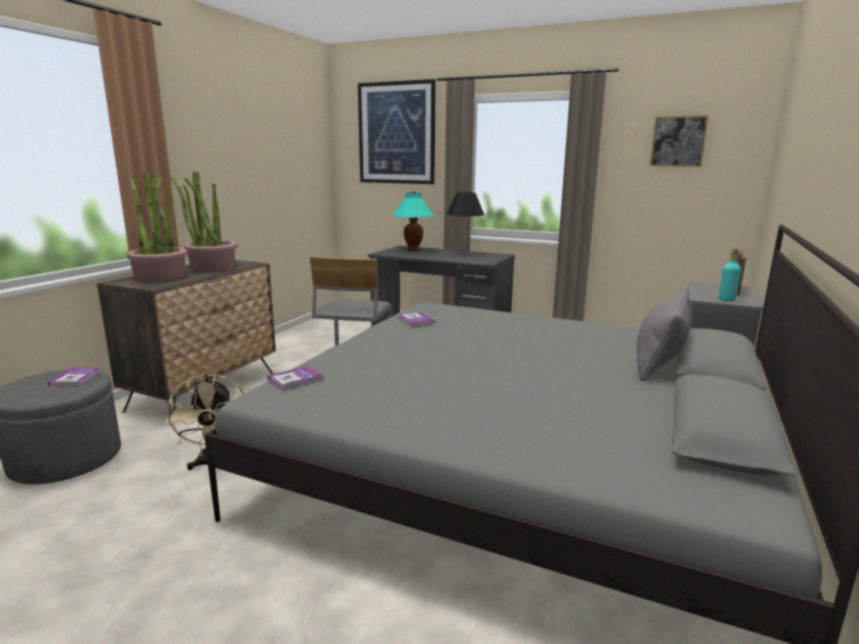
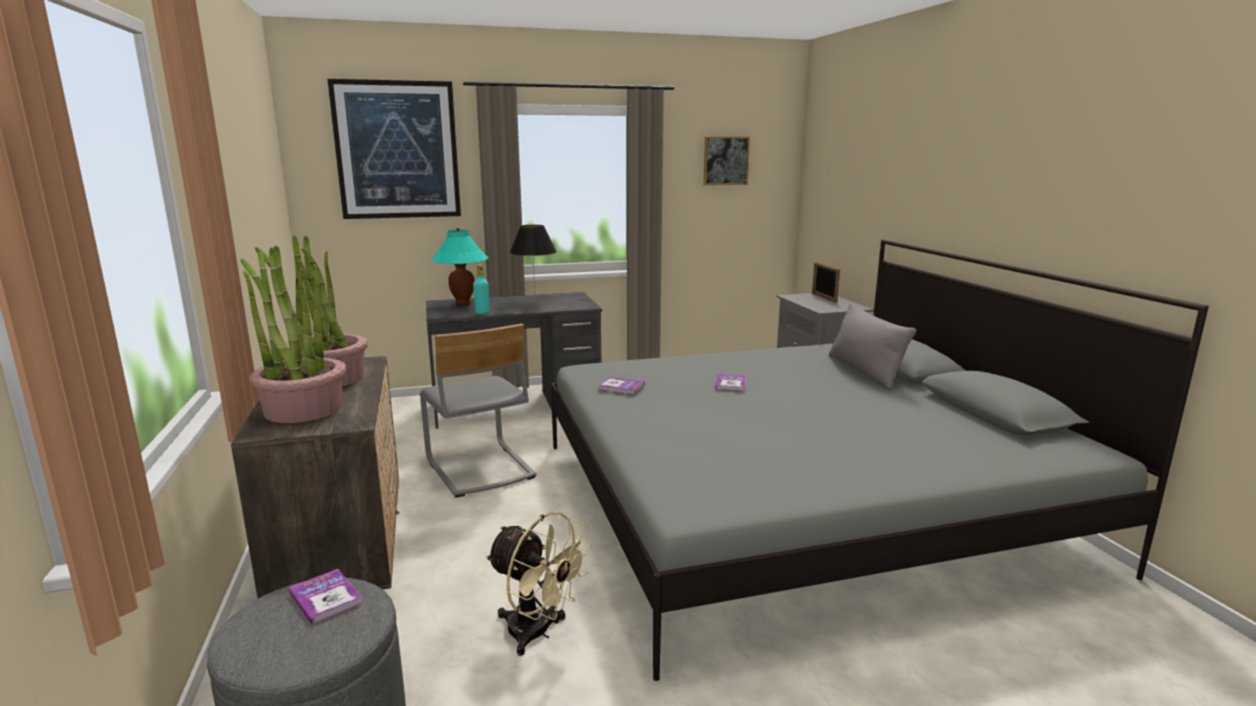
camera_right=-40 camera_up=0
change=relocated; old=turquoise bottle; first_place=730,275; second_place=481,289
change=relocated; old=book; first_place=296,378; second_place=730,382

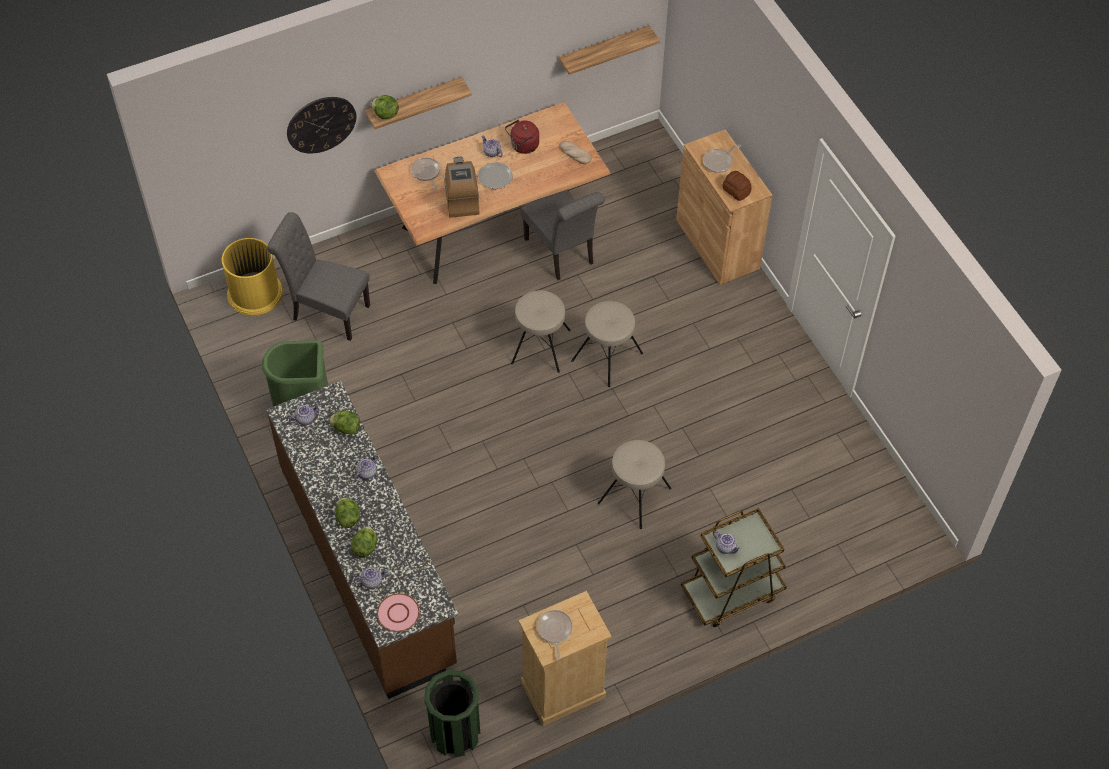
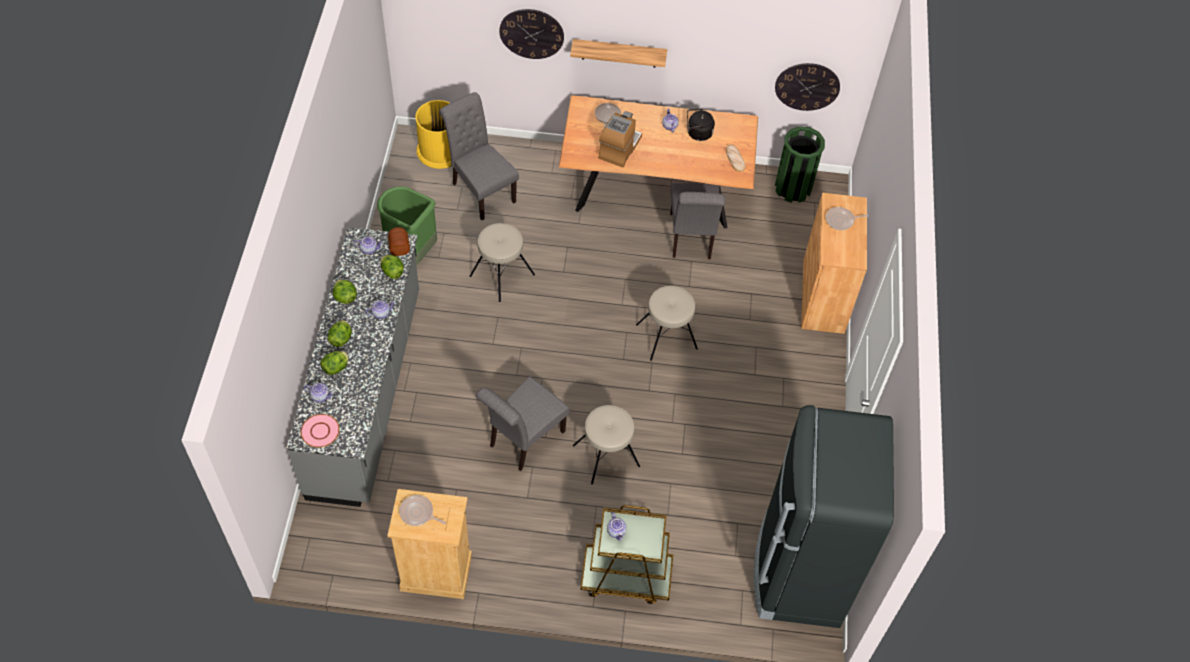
camera_right=30 camera_up=0
change=colour; old=brown counter; new=grey counter; first_place=362,540; second_place=352,367
change=relocated; old=lettuce; first_place=385,107; second_place=345,292
change=relocated; old=bread; first_place=737,186; second_place=399,241
change=spun; old=frying pan; first_place=555,634; second_place=422,510; degrees=-90
change=relocated; old=beige stool; first_place=541,331; second_place=502,262
change=appeared; new=grey chair; second_place=523,423
change=colour; old=red kettle; new=black kettle; first_place=522,136; second_place=701,124
change=appeared; new=black fridge; second_place=824,516
change=exchanged; old=shelf; new=wall clock; first_place=609,50; second_place=807,87
change=relocated; old=green trash can; first_place=452,713; second_place=800,164
change=missing; old=plate; first_place=495,175

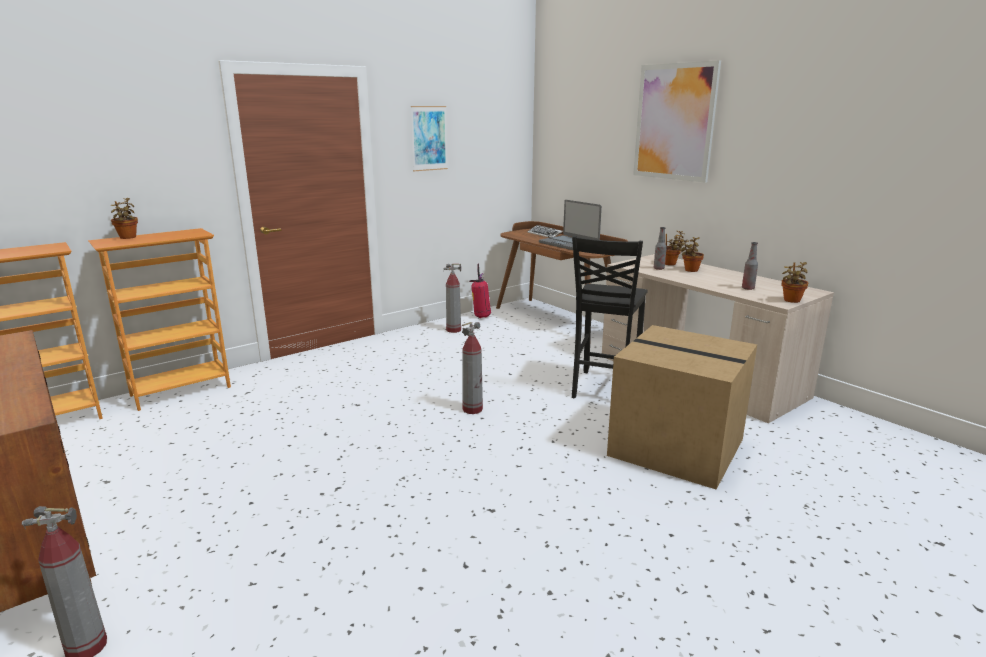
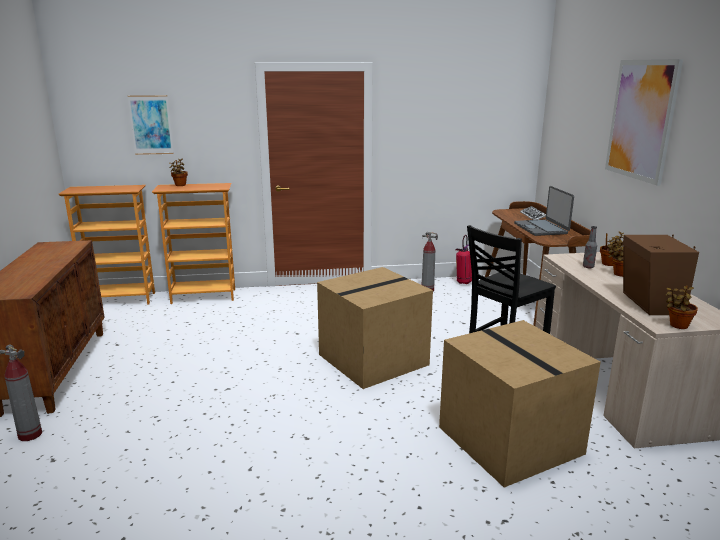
camera_right=30 camera_up=0
change=relocated; old=picture; first_place=429,138; second_place=151,125
change=exchanged; old=fire extinguisher; new=cardboard box; first_place=472,368; second_place=375,328
change=exchanged; old=bottle; new=brown speaker; first_place=750,266; second_place=661,274

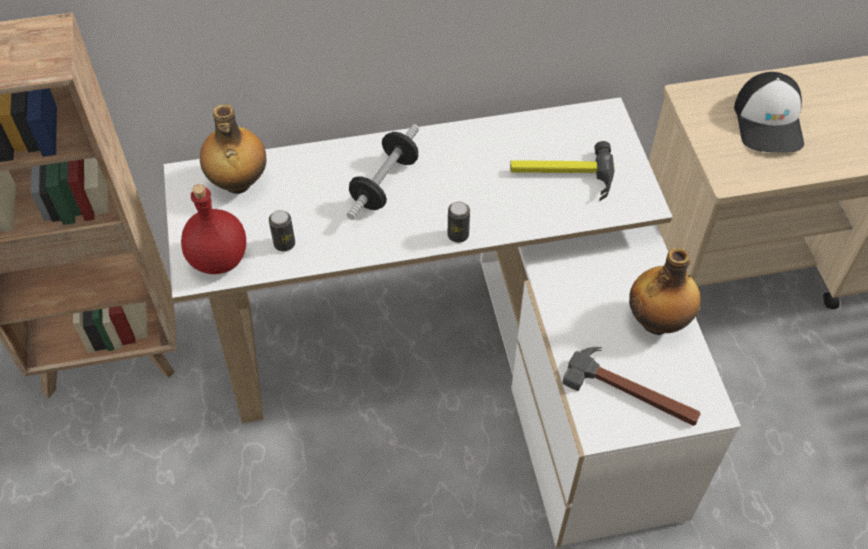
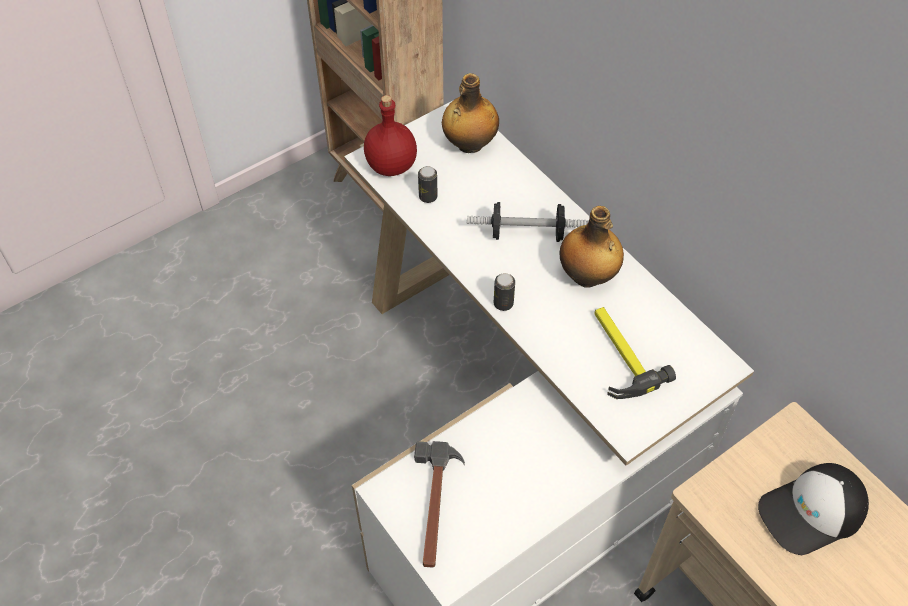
camera_right=65 camera_up=0
change=relocated; old=bottle; first_place=664,291; second_place=592,246

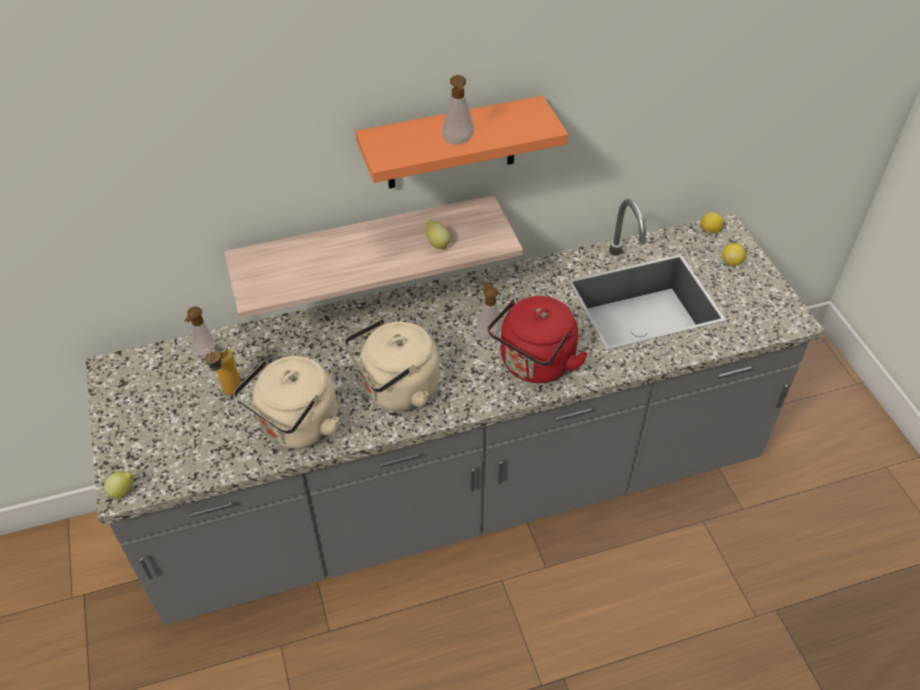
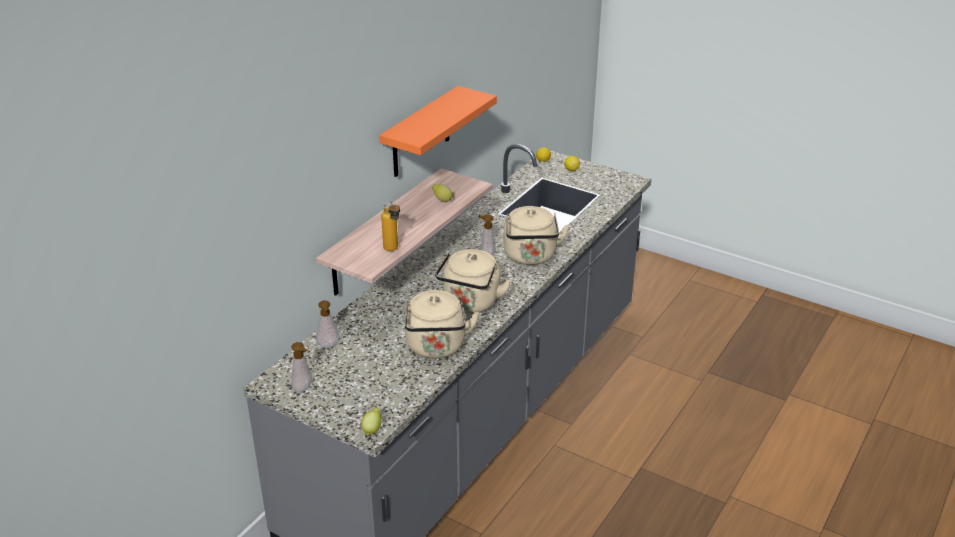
camera_right=-40 camera_up=-15
change=relocated; old=soap dispenser; first_place=458,110; second_place=301,367
change=relocated; old=bottle; first_place=223,368; second_place=390,226
change=colour; old=red kettle; new=beige kettle; first_place=538,339; second_place=536,235

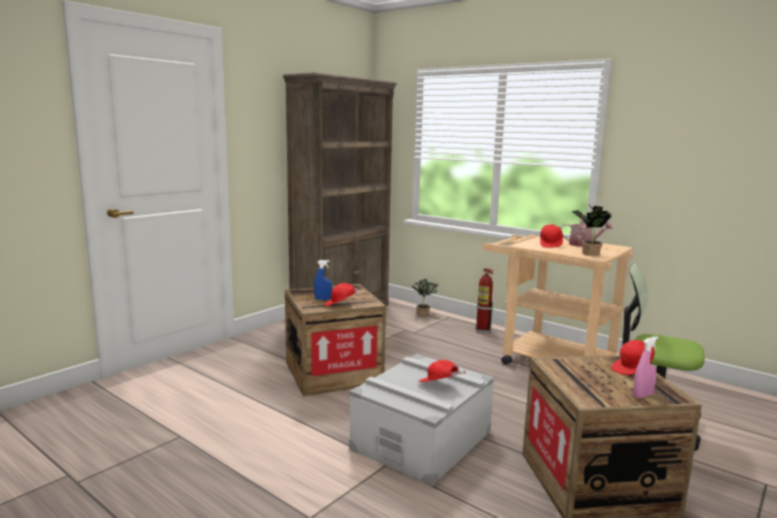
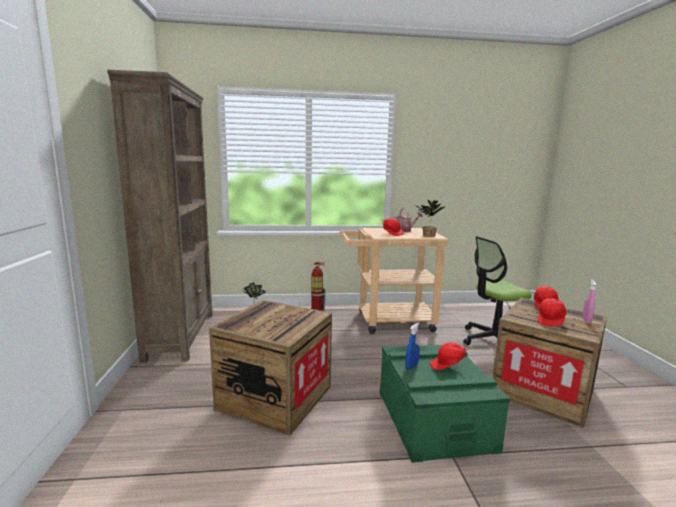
camera_right=-45 camera_up=0
change=colour; old=grey storage box; new=green storage box; first_place=421,420; second_place=445,404
change=relocated; old=blue spray bottle; first_place=323,280; second_place=412,346
change=relocated; old=red cap; first_place=343,294; second_place=552,312

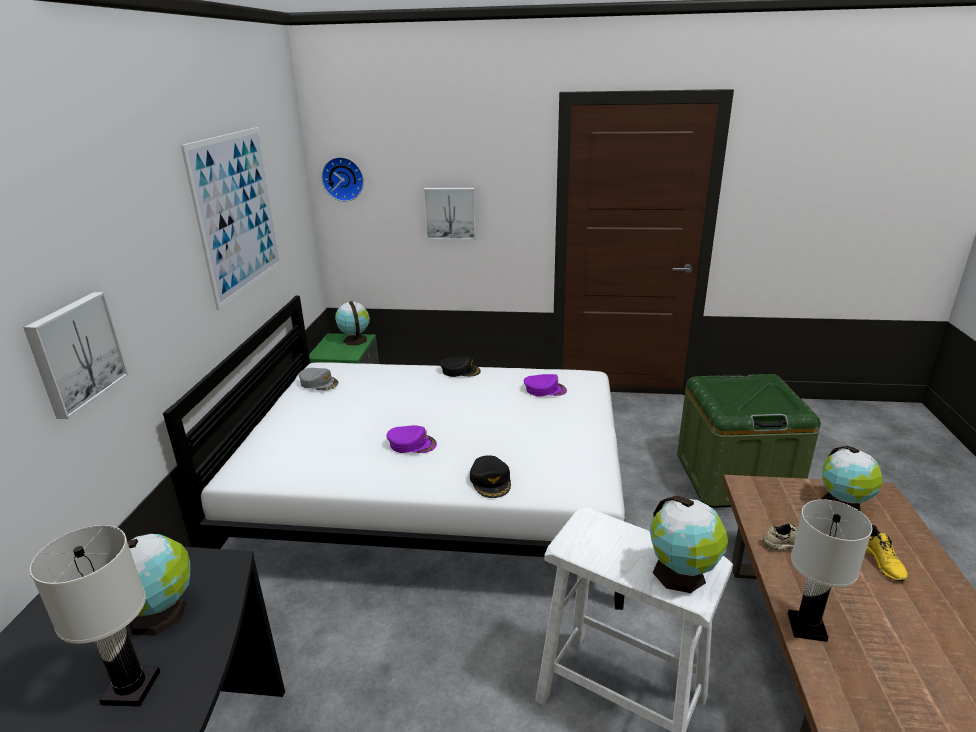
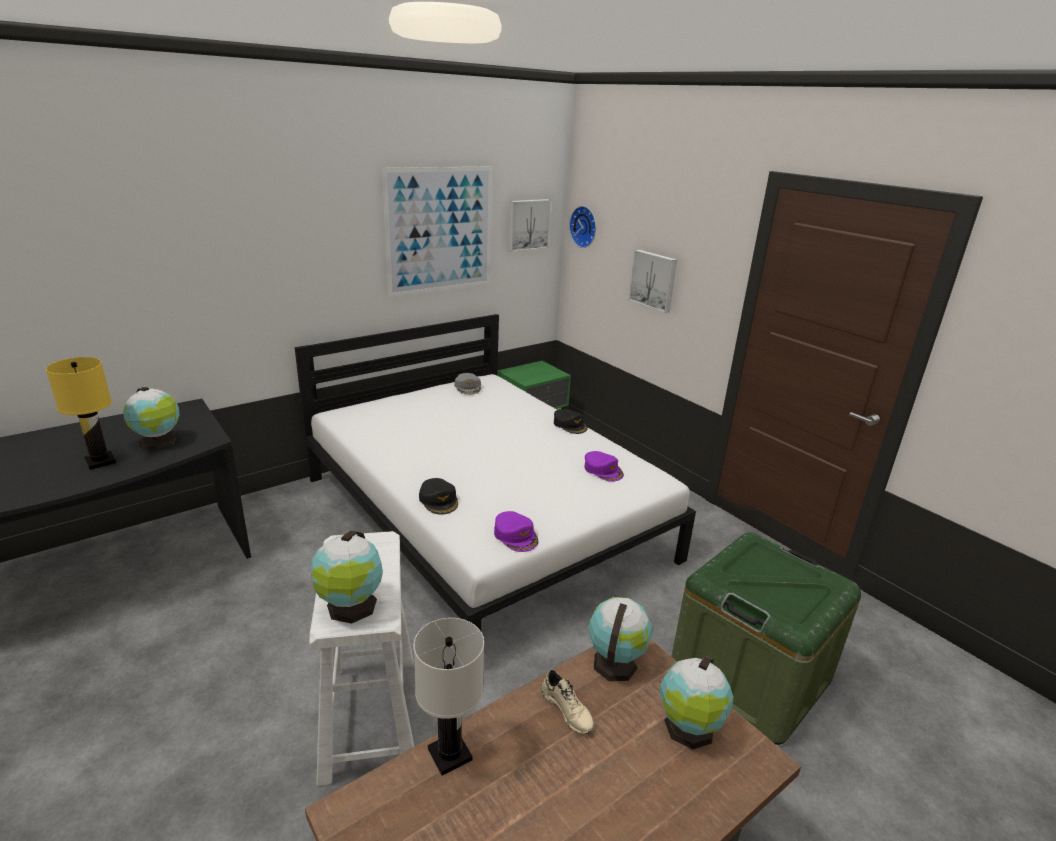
camera_right=45 camera_up=0
change=colour; old=white table lamp; new=yellow table lamp; first_place=95,615; second_place=81,413
change=spun; old=black cap; first_place=490,476; second_place=438,496; degrees=-60
change=relocated; old=purple cap; first_place=411,439; second_place=516,531
change=relocated; old=picture; first_place=75,355; second_place=530,225
change=relocated; old=globe; first_place=352,323; second_place=620,639
change=missing; old=yellow shoe; first_place=887,553

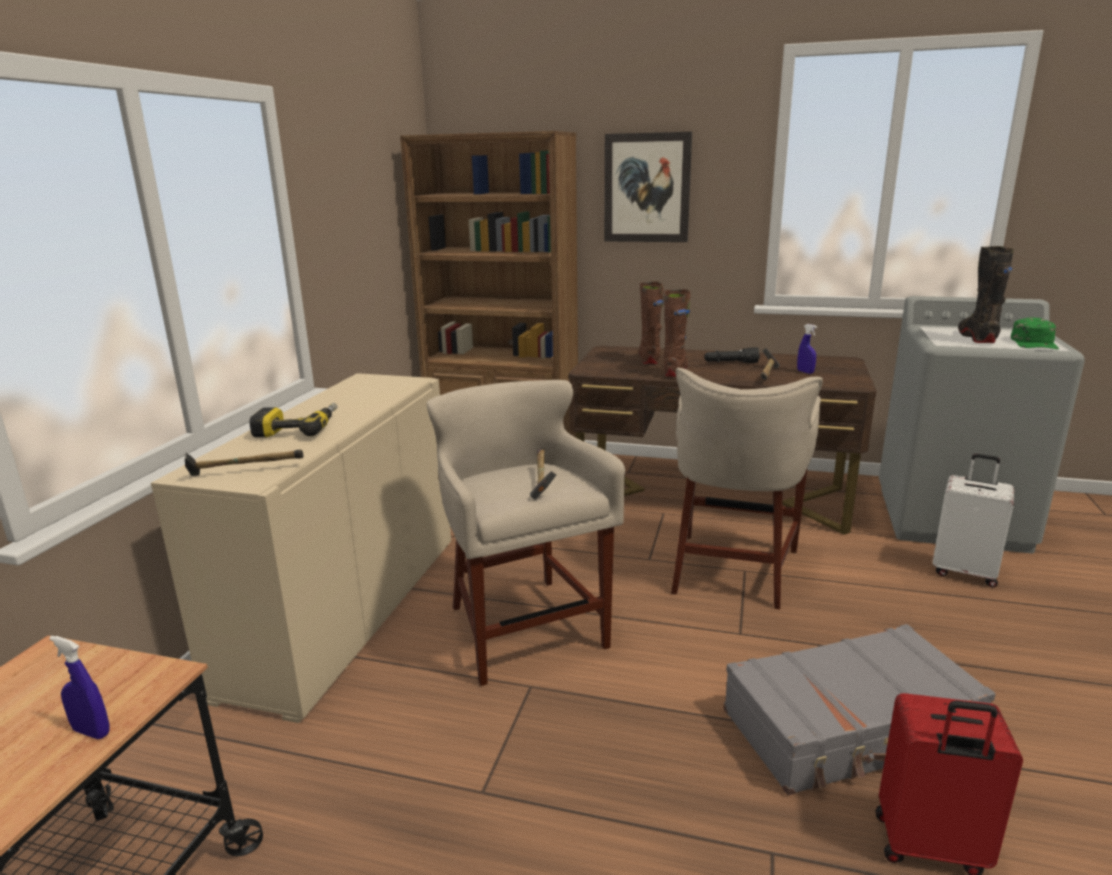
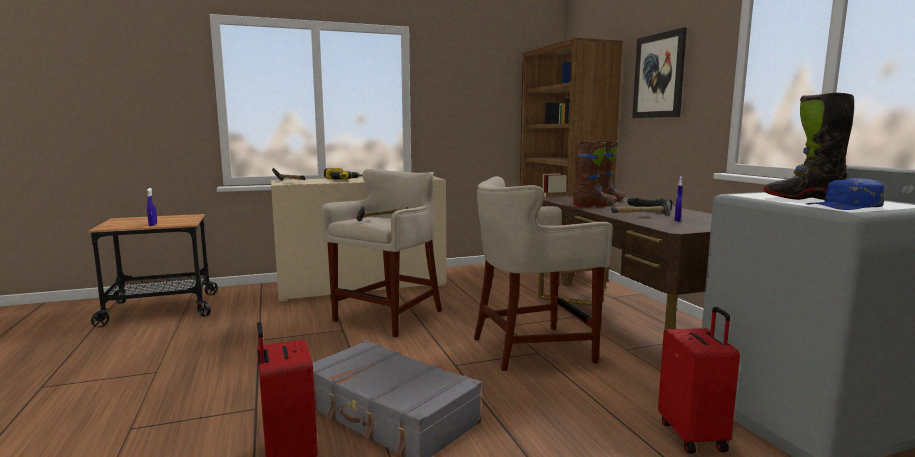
camera_right=55 camera_up=-10
change=colour; old=white suitcase; new=red suitcase; first_place=973,521; second_place=699,380
change=spun; old=black boot; first_place=986,294; second_place=809,146; degrees=-150
change=colour; old=green cap; new=blue cap; first_place=1035,333; second_place=845,194

